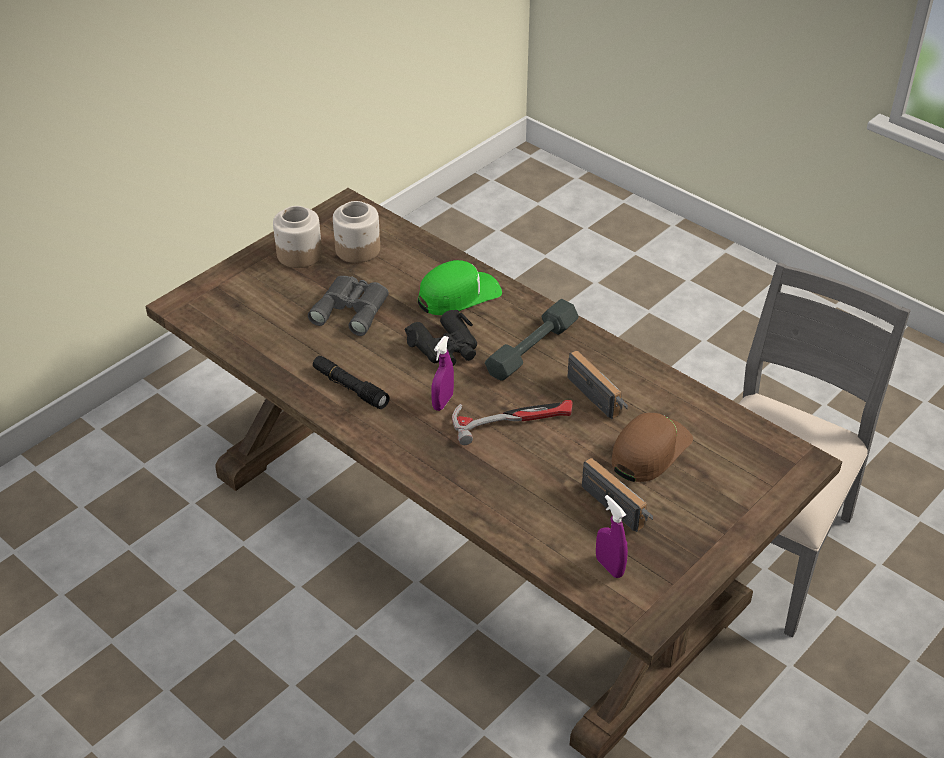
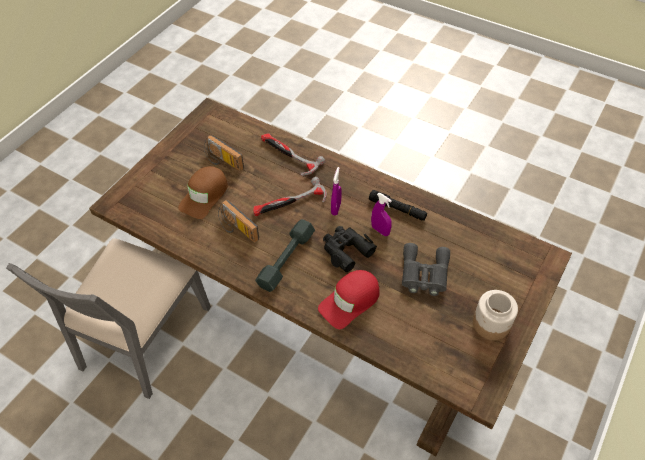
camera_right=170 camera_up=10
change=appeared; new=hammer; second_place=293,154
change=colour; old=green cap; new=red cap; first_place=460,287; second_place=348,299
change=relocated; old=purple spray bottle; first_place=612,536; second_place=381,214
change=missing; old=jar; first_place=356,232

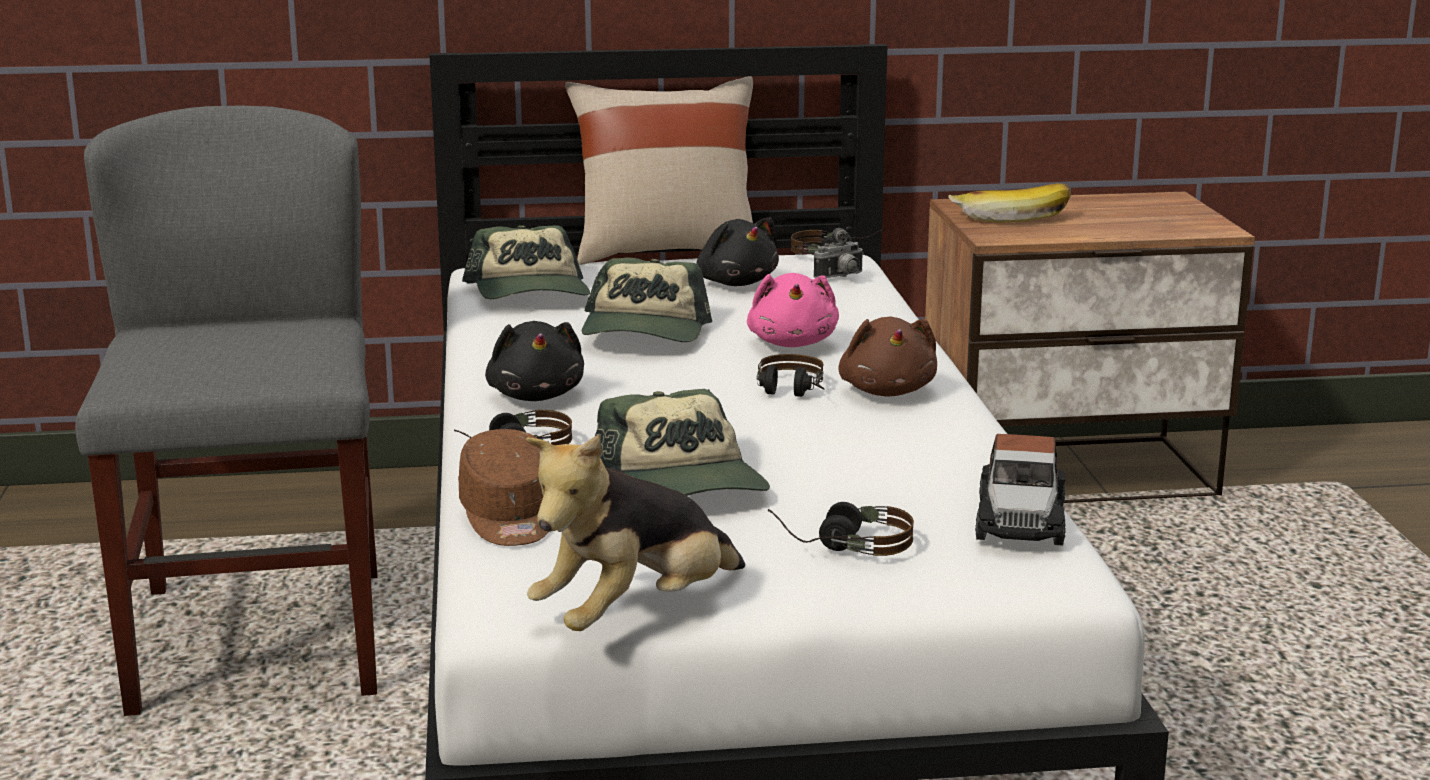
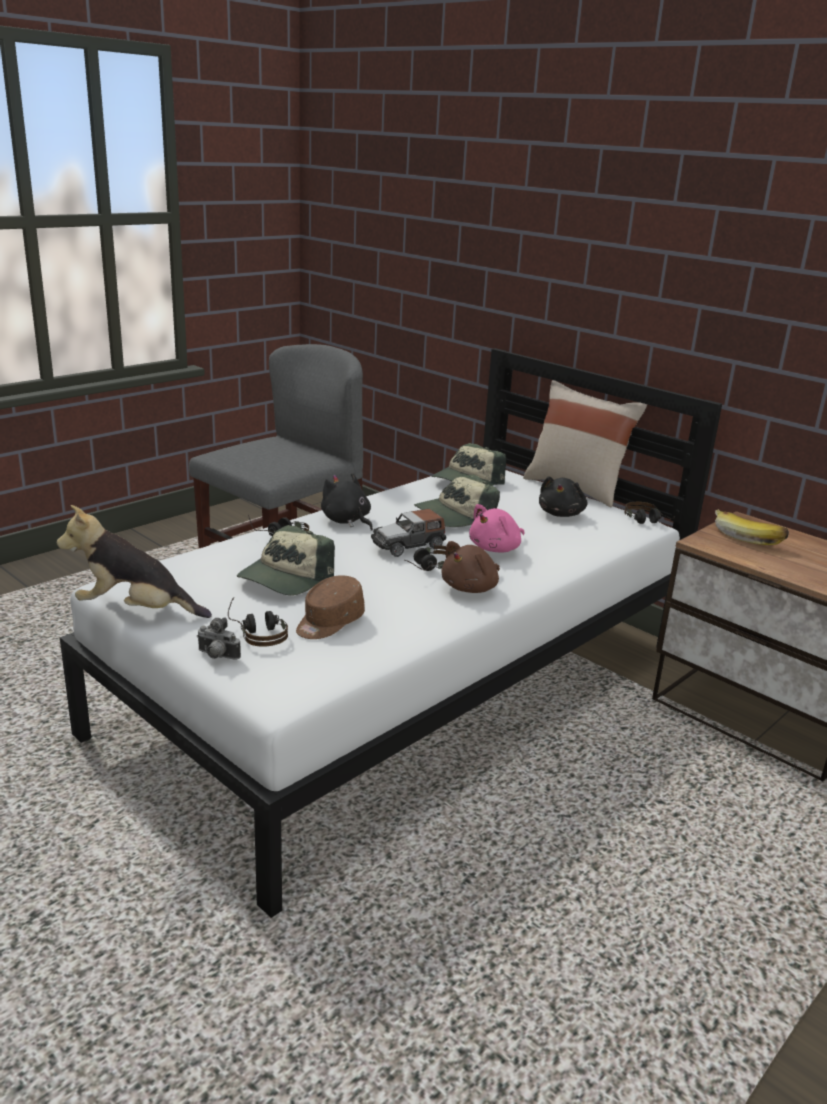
camera_right=50 camera_up=5
change=relocated; old=photo camera; first_place=839,253; second_place=219,638
change=relocated; old=brown cap; first_place=503,487; second_place=330,607
change=spun; old=black plush toy; first_place=534,361; second_place=347,501; degrees=105
change=relocated; old=toy car; first_place=1020,490; second_place=408,533

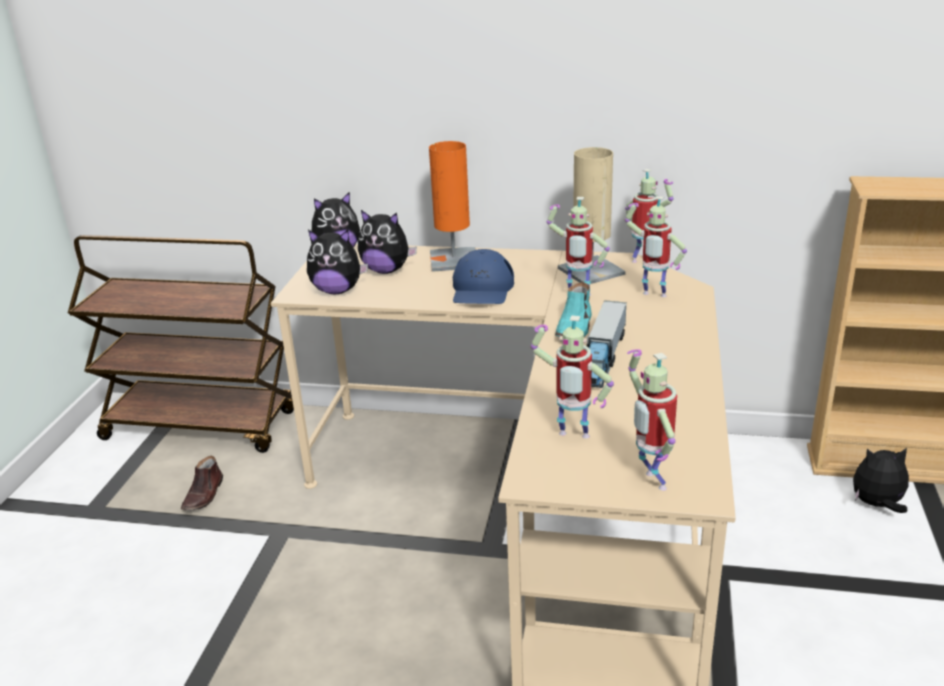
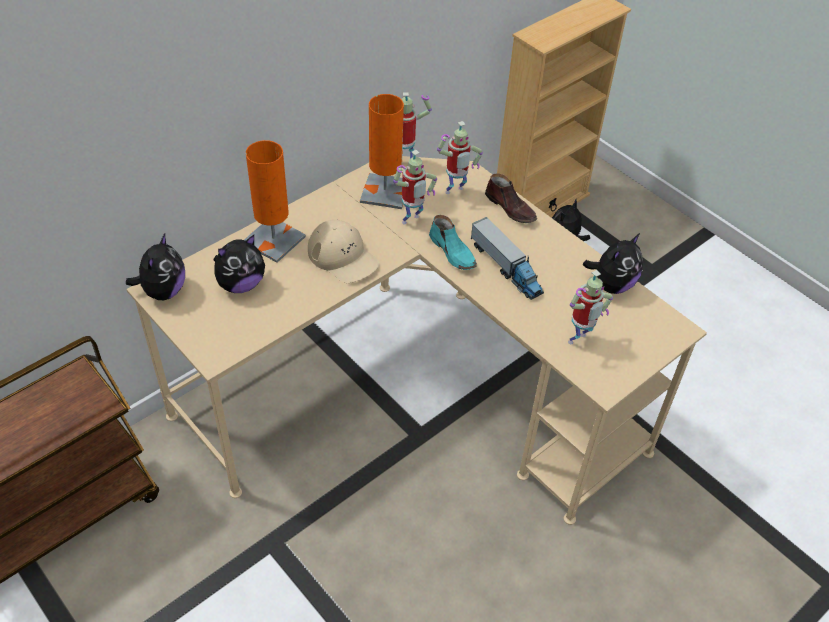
camera_right=-55 camera_up=20
change=colour; old=blue cap; new=beige cap; first_place=483,276; second_place=344,251
change=colour; old=beige table lamp; new=orange table lamp; first_place=592,215; second_place=382,151
change=relocated; old=brown shoe; first_place=202,483; second_place=511,198
change=relocated; old=plush toy; first_place=337,262; second_place=613,263
change=missing; old=toy robot; first_place=652,420

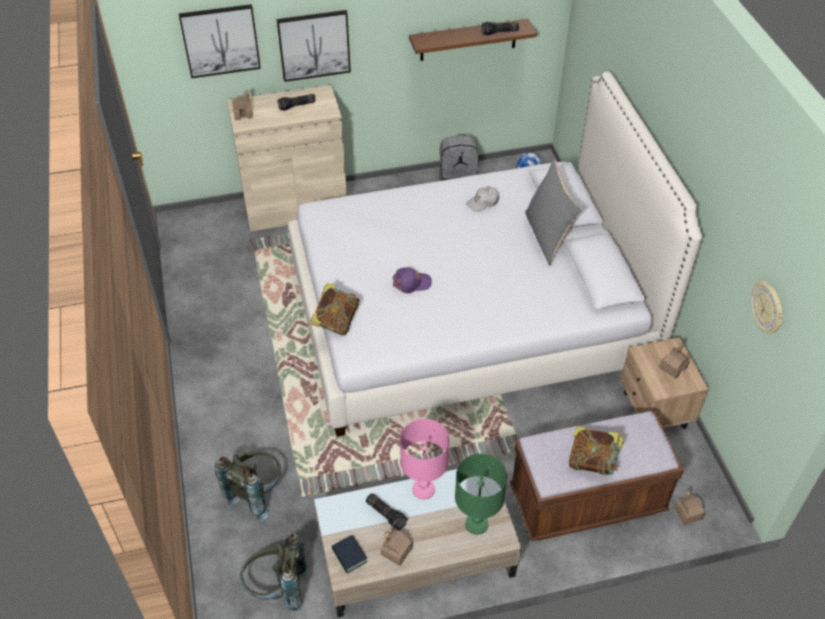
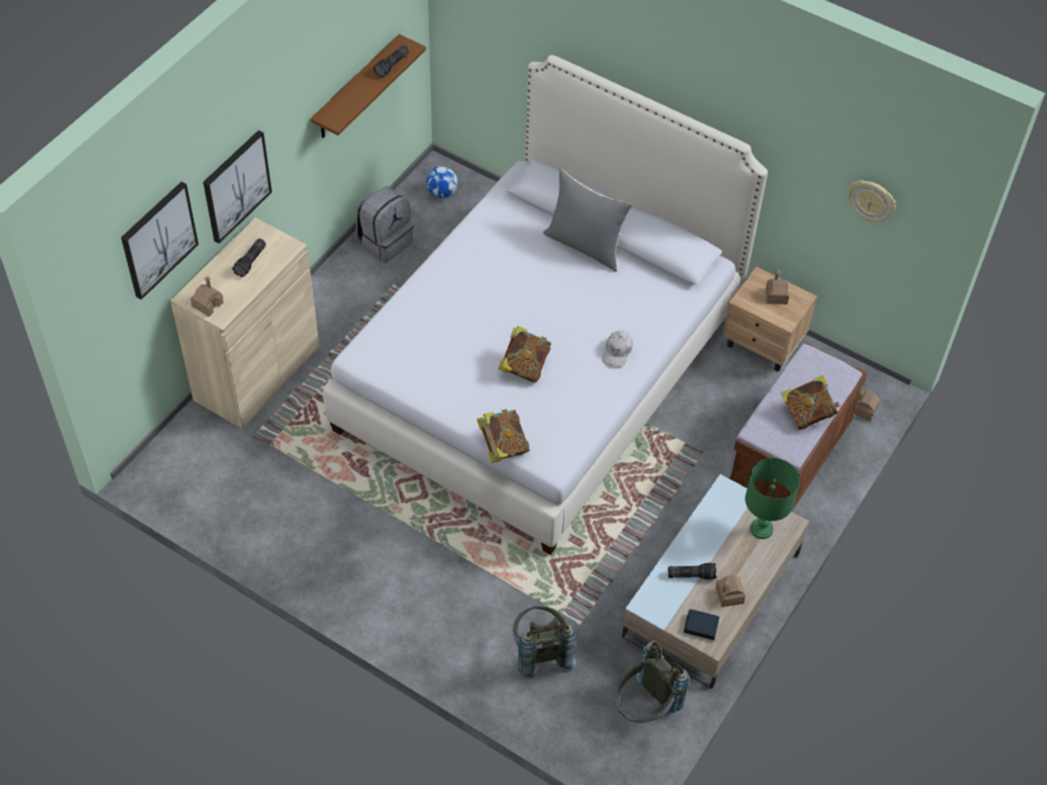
camera_right=-45 camera_up=5
change=exchanged; old=purple cap; new=book; first_place=412,280; second_place=524,354
change=relocated; old=white cap; first_place=482,199; second_place=617,349
change=missing; old=pink table lamp; first_place=424,459

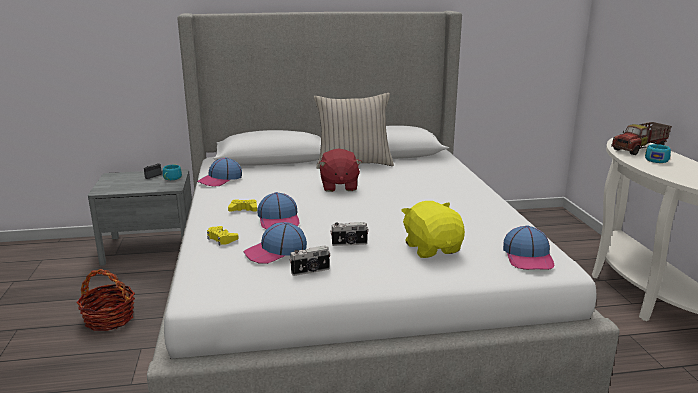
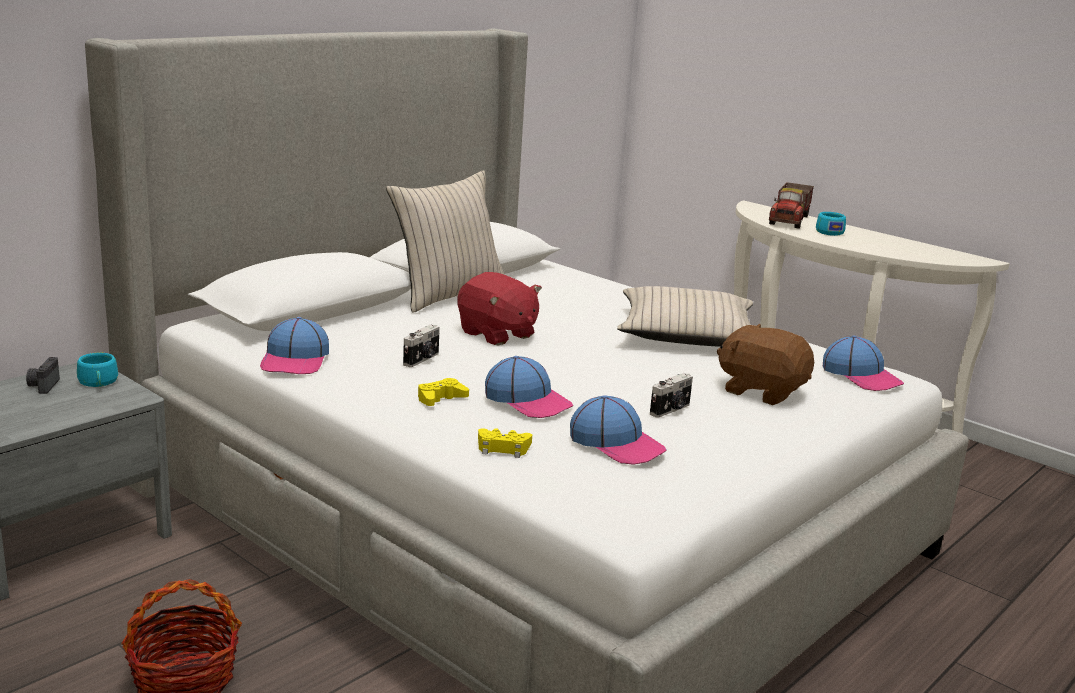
camera_right=-40 camera_up=0
change=relocated; old=photo camera; first_place=310,261; second_place=421,345
change=spun; old=cap; first_place=275,243; second_place=618,430; degrees=-75
change=appeared; new=beige pillow; second_place=685,316
change=colour; old=yellow plush toy; new=brown plush toy; first_place=433,229; second_place=765,364

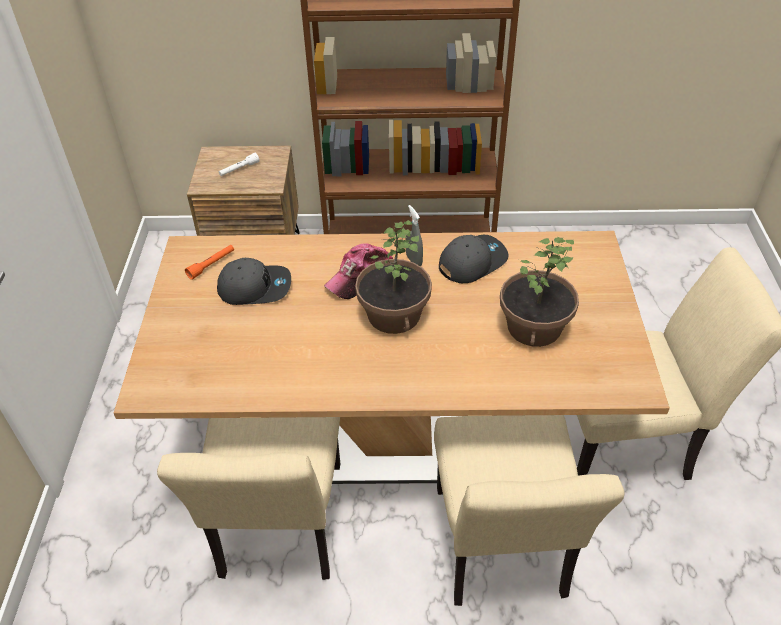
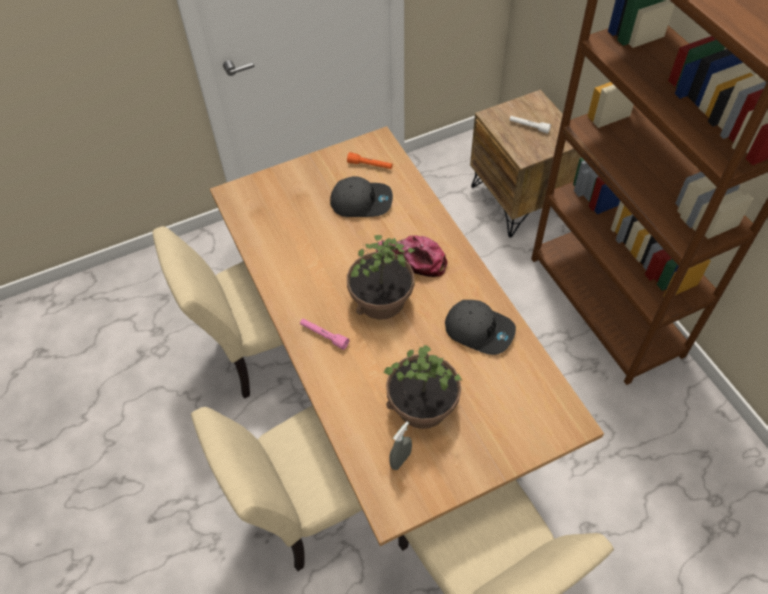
camera_right=65 camera_up=10
change=appeared; new=pink flashlight; second_place=324,334
change=spun; old=grey cap; first_place=254,281; second_place=361,196; degrees=-60
change=relocated; old=grey spray bottle; first_place=414,235; second_place=400,446

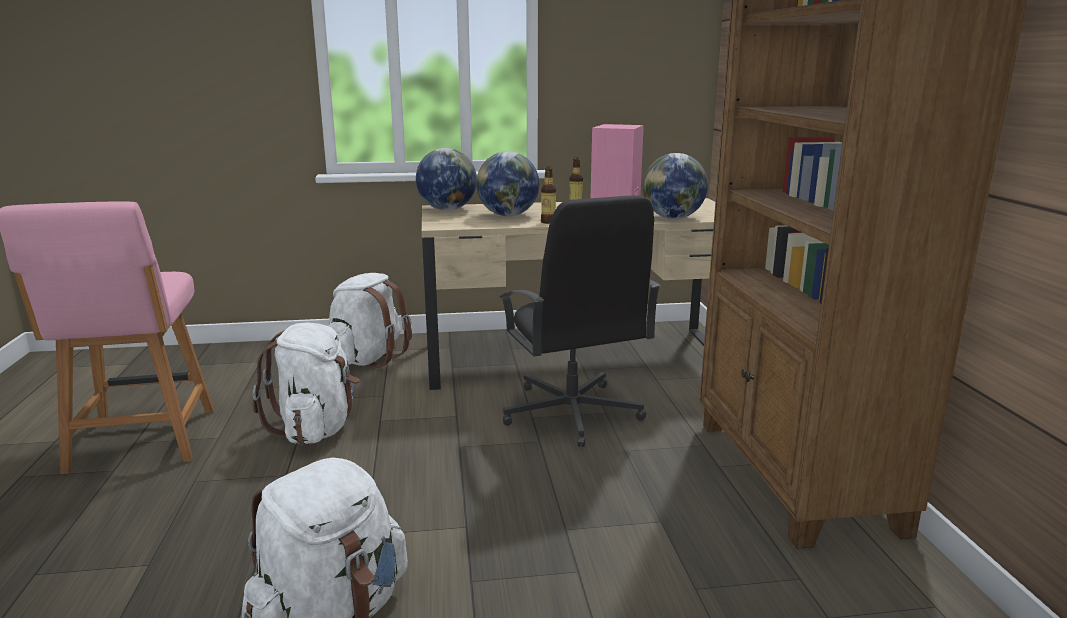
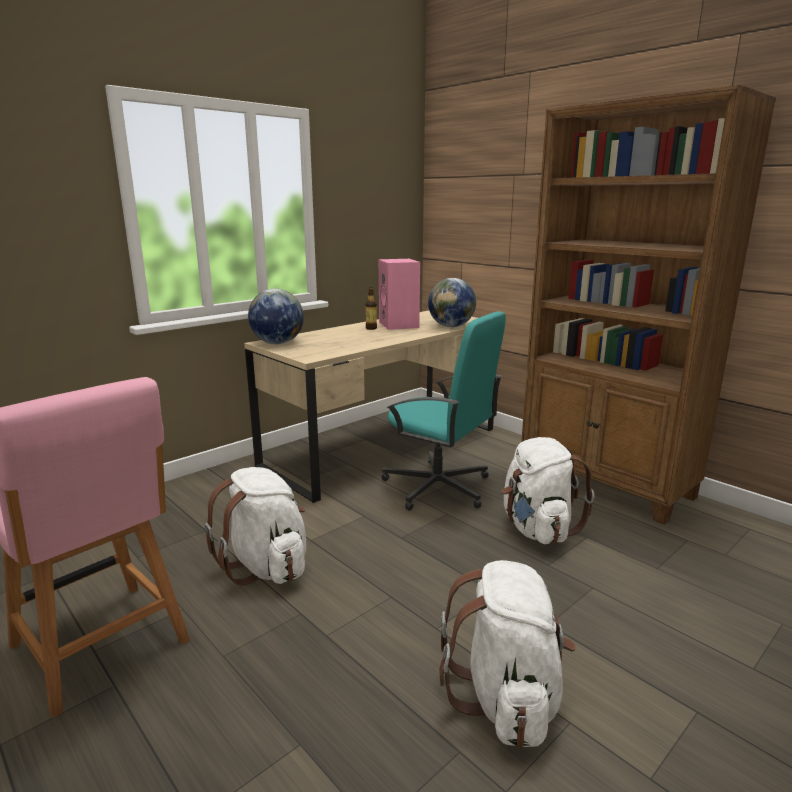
camera_right=-35 camera_up=0
change=colour; old=black office chair; new=turquoise office chair; first_place=580,321; second_place=443,411
change=relocated; old=white backpack; first_place=370,320; second_place=548,490
change=missing; old=globe; first_place=507,183
change=missing; old=bottle; first_place=548,195

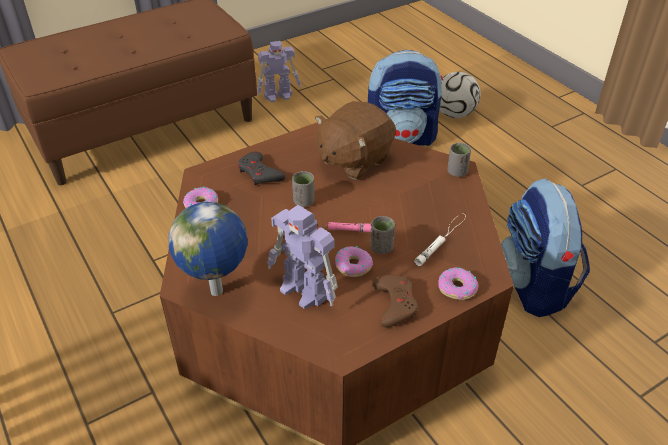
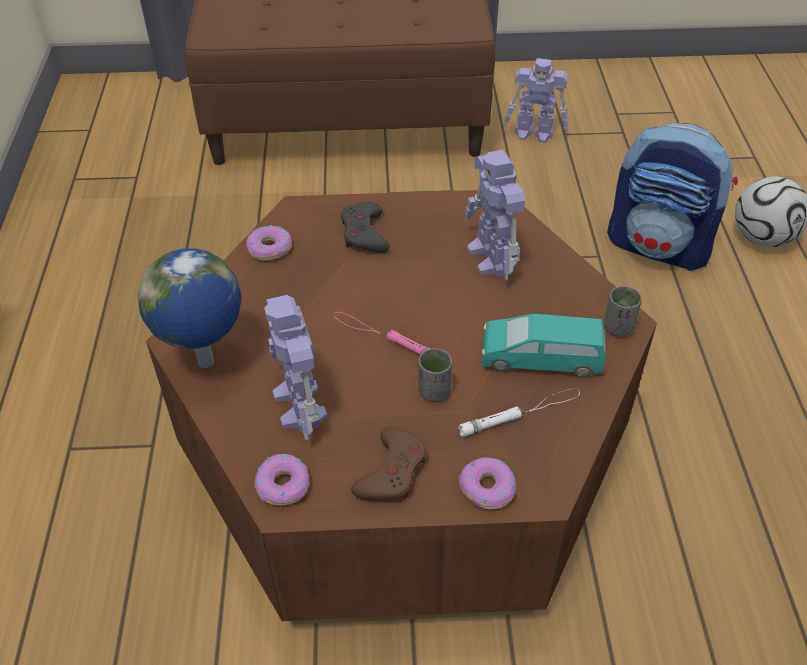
camera_right=30 camera_up=5
change=relocated; old=donut; first_place=354,261; second_place=282,480
change=exchanged; old=brown plush toy; new=toy robot; first_place=355,140; second_place=495,214
change=appeared; new=turquoise toy car; second_place=544,346
change=missing; old=grey cup; first_place=303,189
change=missing; old=backpack; first_place=545,247

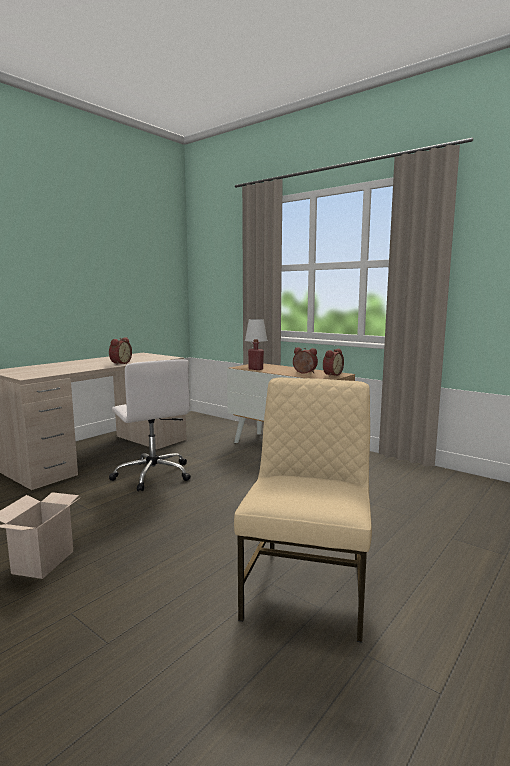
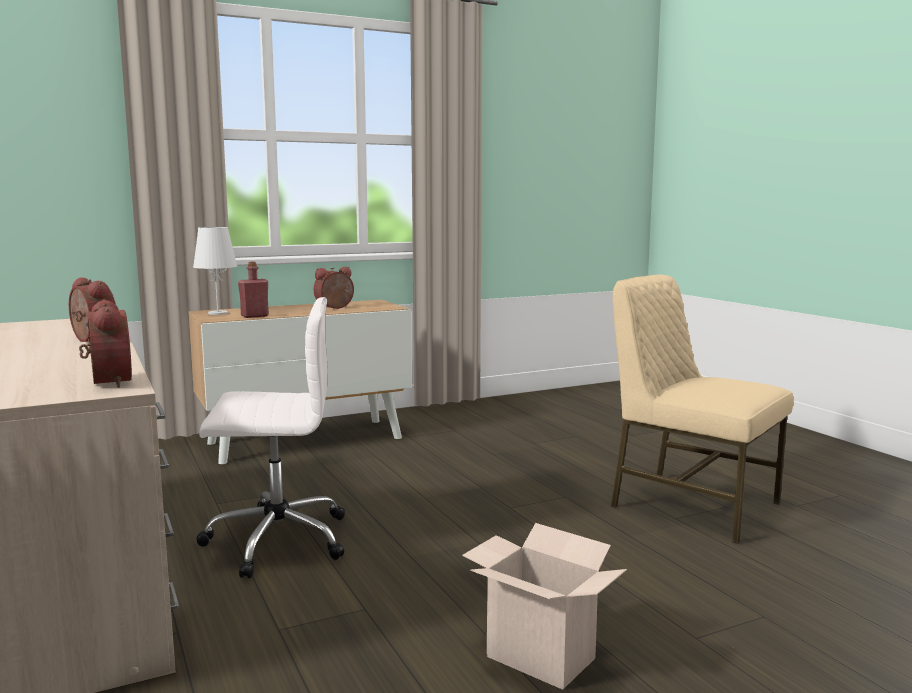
camera_right=-65 camera_up=0
change=relocated; old=alarm clock; first_place=333,362; second_place=105,343

